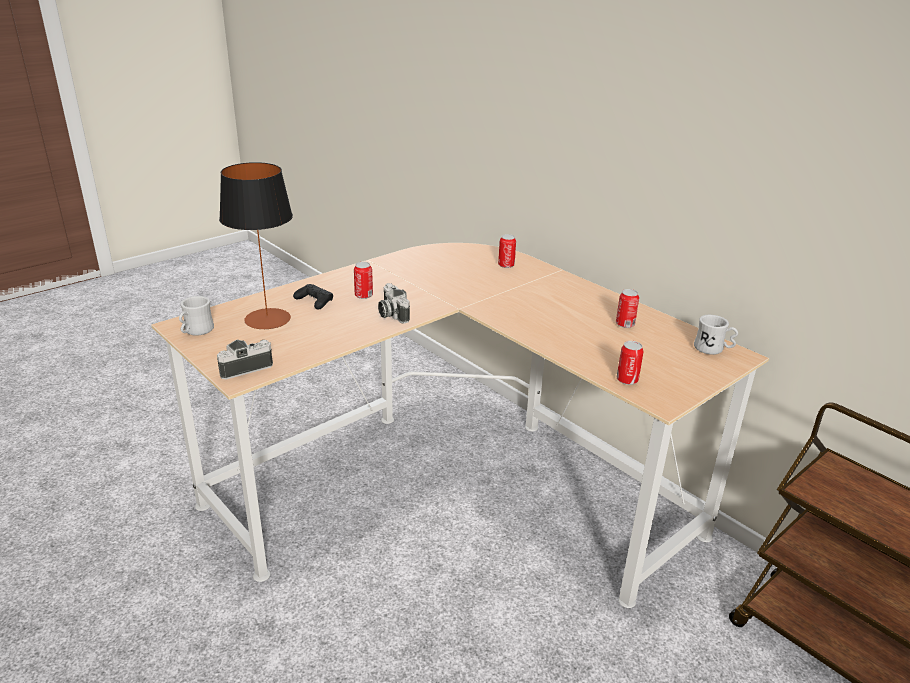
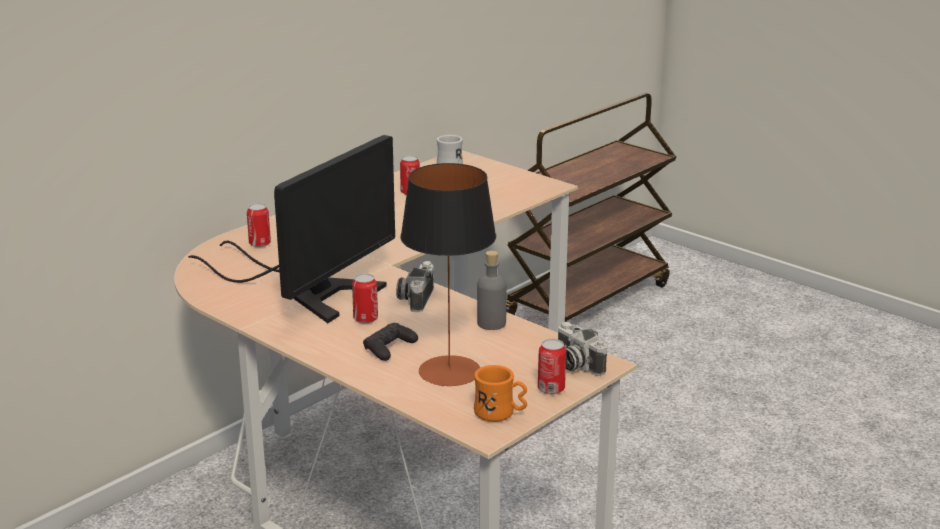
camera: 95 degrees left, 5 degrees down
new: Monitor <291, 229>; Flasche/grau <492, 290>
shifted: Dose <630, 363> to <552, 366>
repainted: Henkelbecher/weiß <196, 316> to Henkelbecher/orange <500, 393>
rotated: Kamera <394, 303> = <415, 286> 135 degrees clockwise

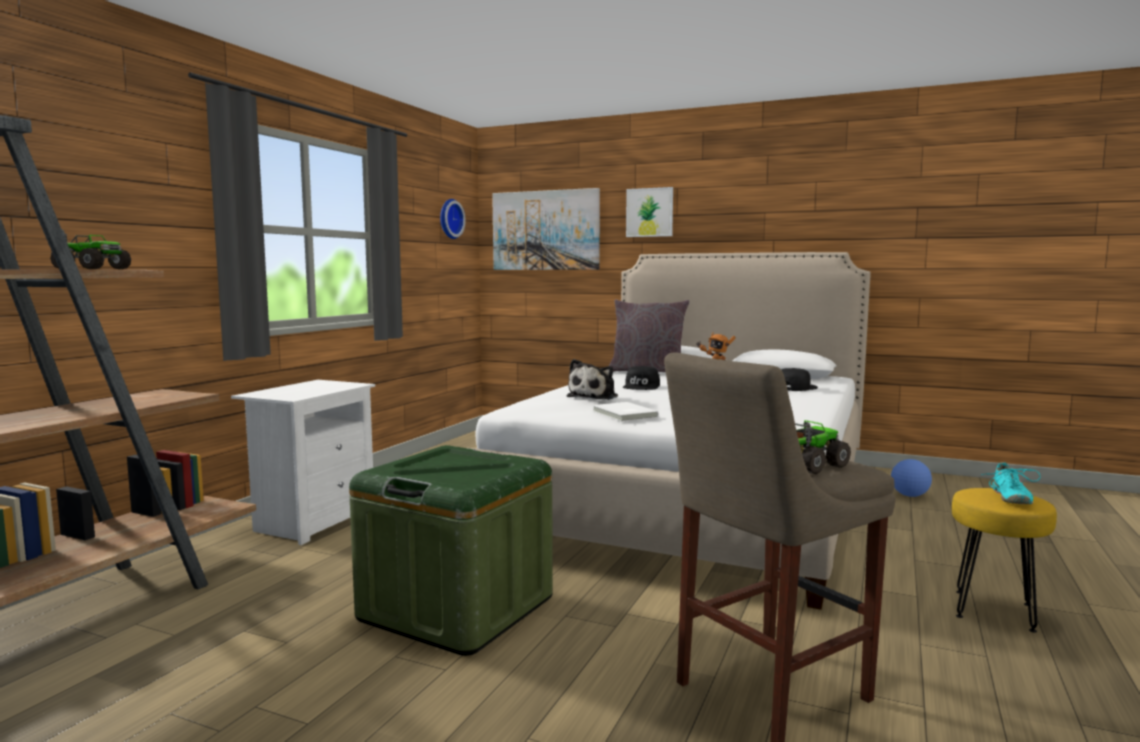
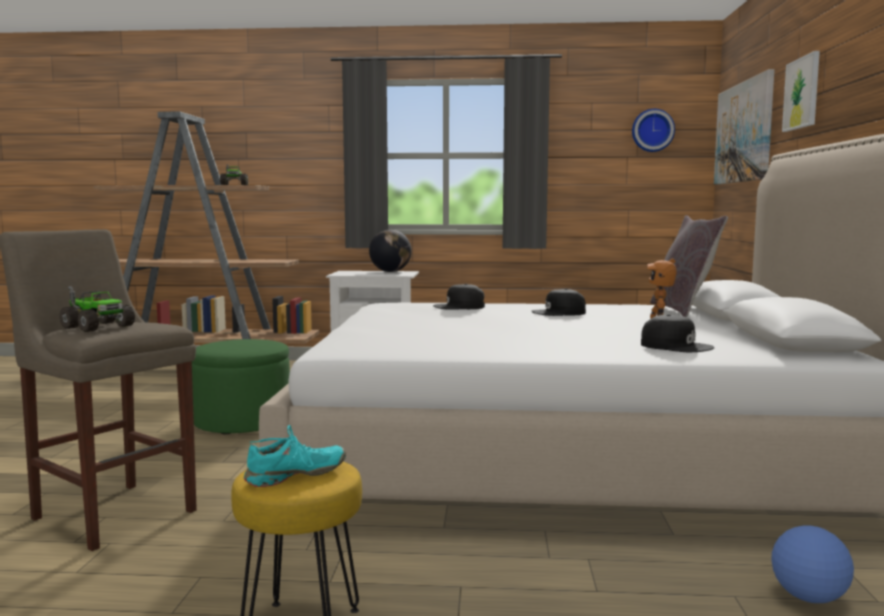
camera: 70 degrees right, 0 degrees up
gone: Buch/weiß <625, 412>
new: Globus <390, 251>
swapped: Aufbewahrungsbox/grün <451, 550> to Polsterhocker/grün <241, 386>; Plüschtier <592, 379> to Kappe/schwarz <459, 297>
rotated: Schuh/türkis <1011, 483> = <295, 456> 150 degrees clockwise

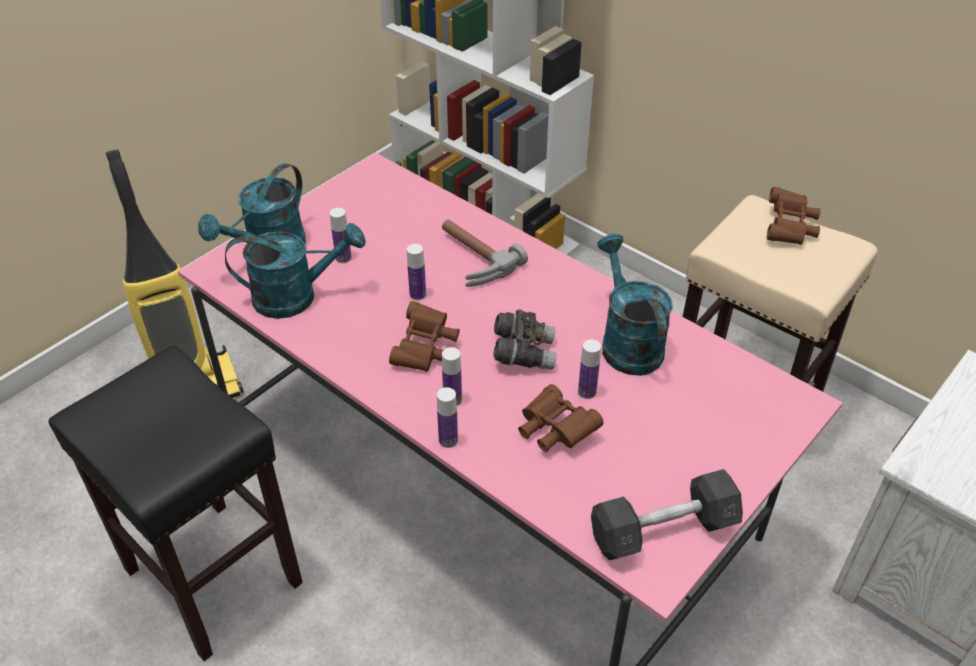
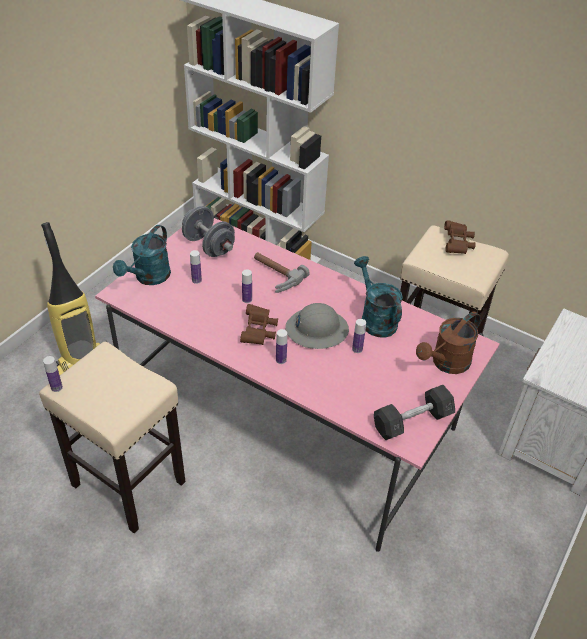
camera: 10 degrees left, 0 degrees up
gone: Gießkanne/türkis <295, 271>; Fernglas/braun <561, 418>
new: Hantel/grau <208, 231>; Gießkanne/braun <448, 342>
shifted: Flasche <447, 417> to <53, 374>
swapped: Fernglas/grau <525, 339> to Schutzhelm/grau <317, 326>
repainted: Hocker/schwarz <175, 503> to Hocker/beige <112, 437>

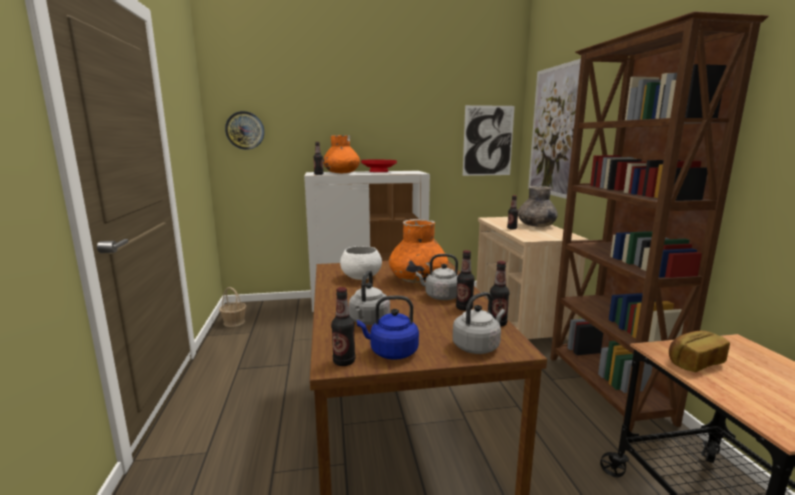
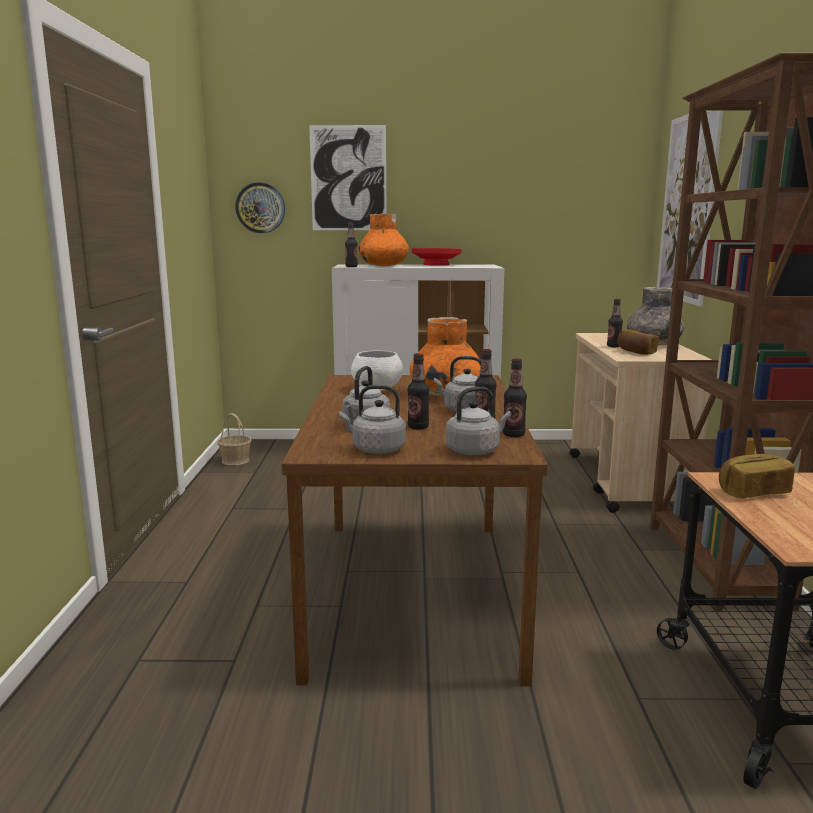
camera: 10 degrees right, 0 degrees up
new: Brot <638, 342>
shifted: Bild <489, 140> to <347, 177>; Flasche <343, 326> to <418, 391>
repainted: Wasserkessel/blau <388, 328> to Wasserkessel/grau <372, 419>

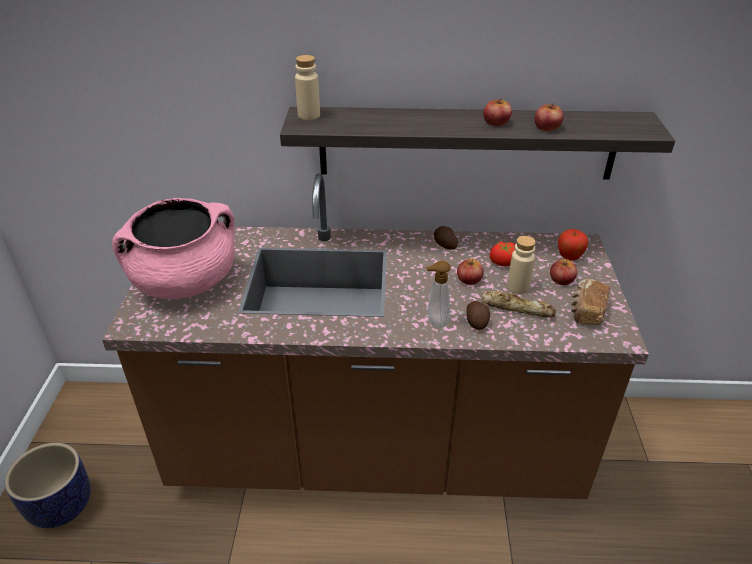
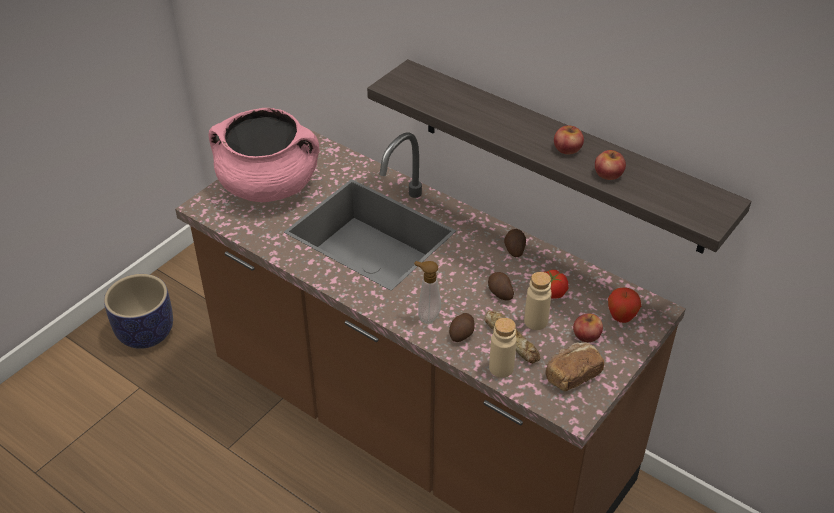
camera: 35 degrees right, 5 degrees up
shifted: Flasche/beige <307, 87> to <503, 348>
swapped: Apfel <470, 272> to Kartoffel <501, 286>

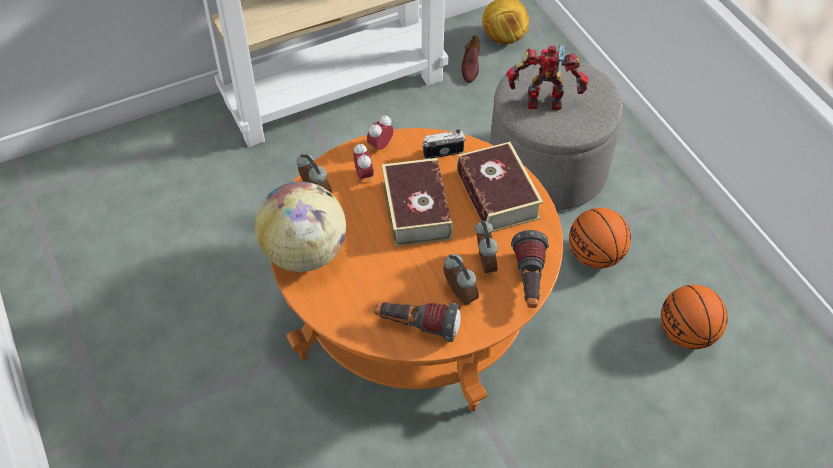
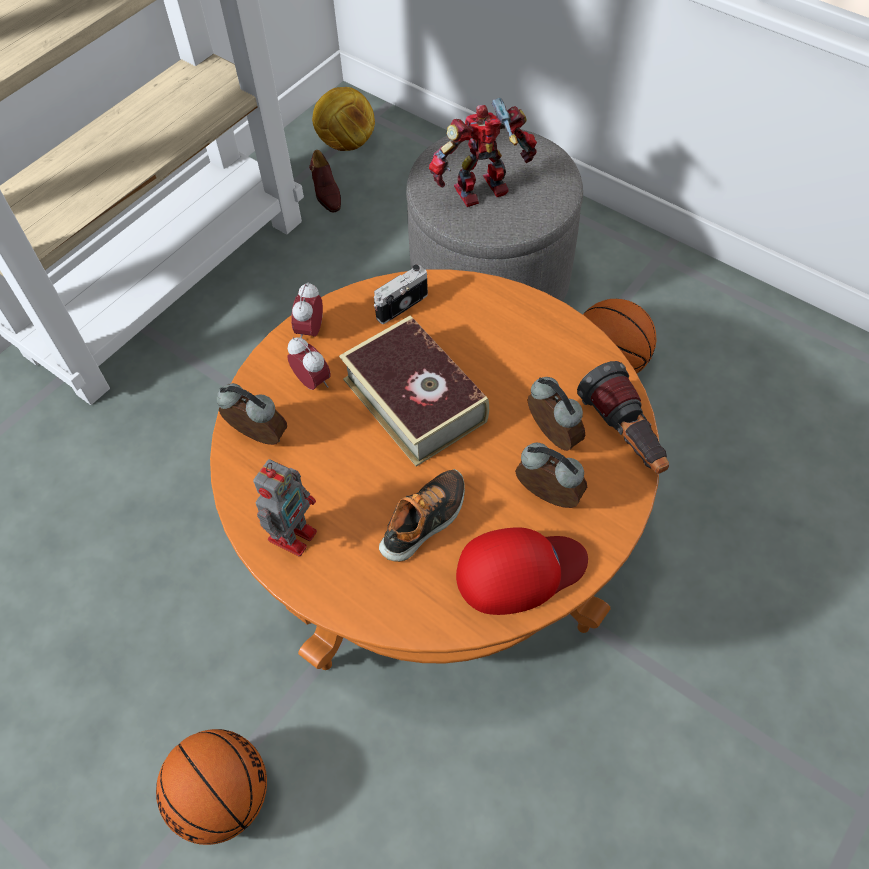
camera: 25 degrees left, 5 degrees up
gone: Buch <500, 187>
new: Schuh <422, 515>
shifted: Basketball <694, 317> to <211, 787>
swapped: Globus <300, 226> to Spielzeugroboter <285, 507>; Taschenlampe <417, 322> to Kappe/rot <522, 571>

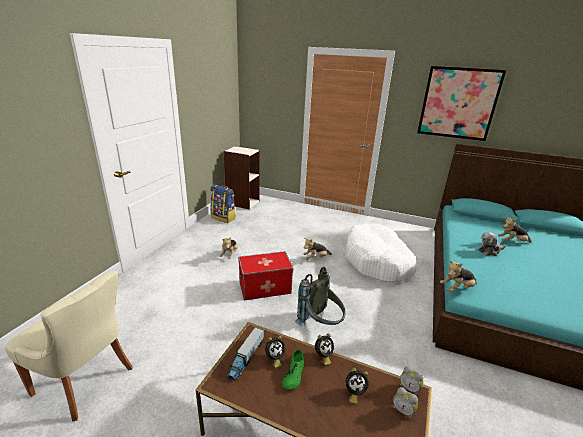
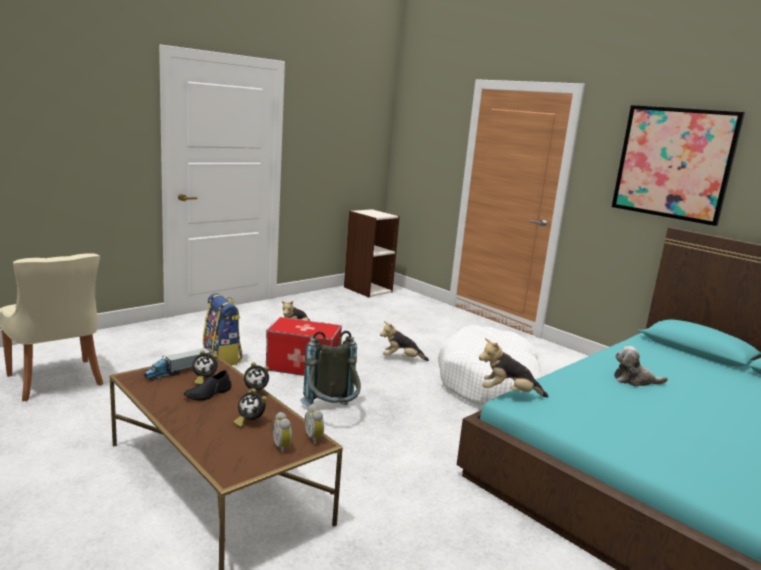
camera: 25 degrees right, 10 degrees down
gone: Plüschtier <514, 229>
shifted: Rucksack <223, 204> to <223, 329>
repainted: Schuh/grün <293, 369> to Schuh/schwarz <207, 385>

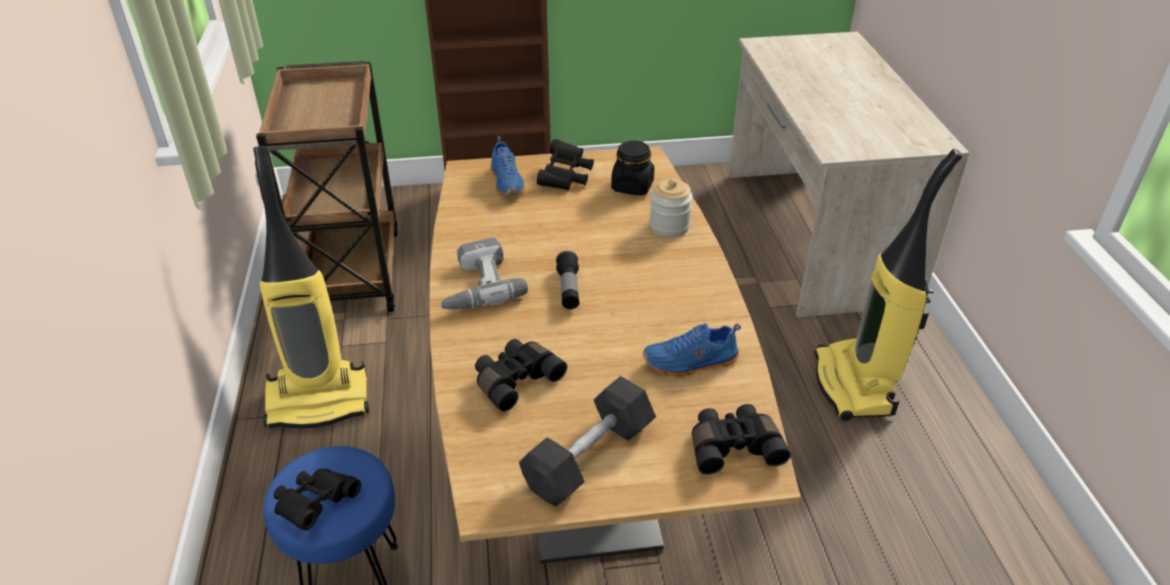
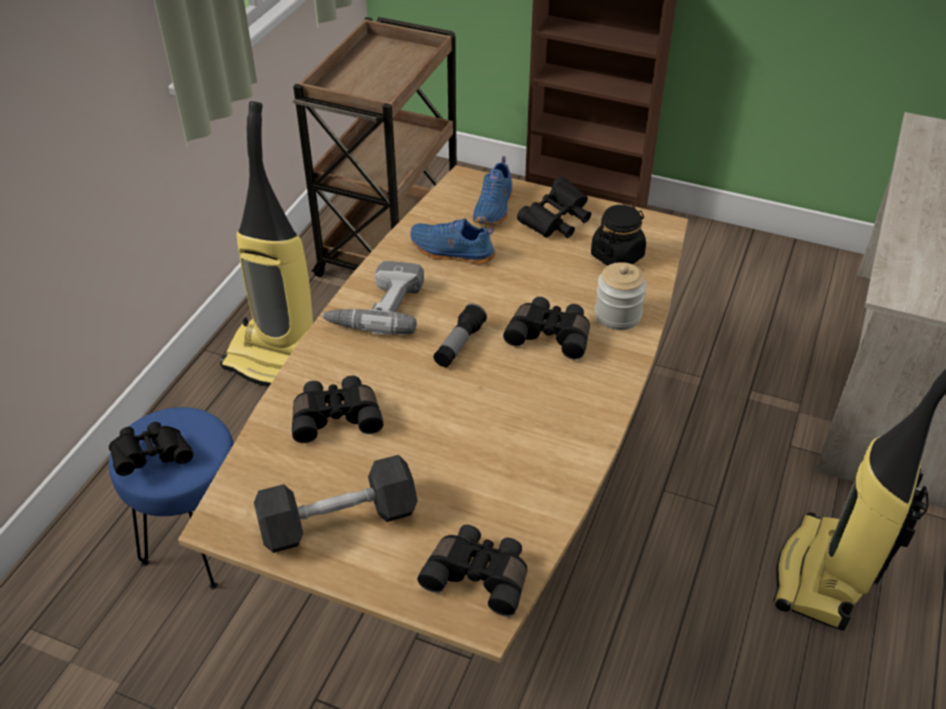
camera: 30 degrees right, 5 degrees up
new: Fernglas/schwarz <546, 328>
shifted: Schuh/blau <692, 350> to <452, 241>

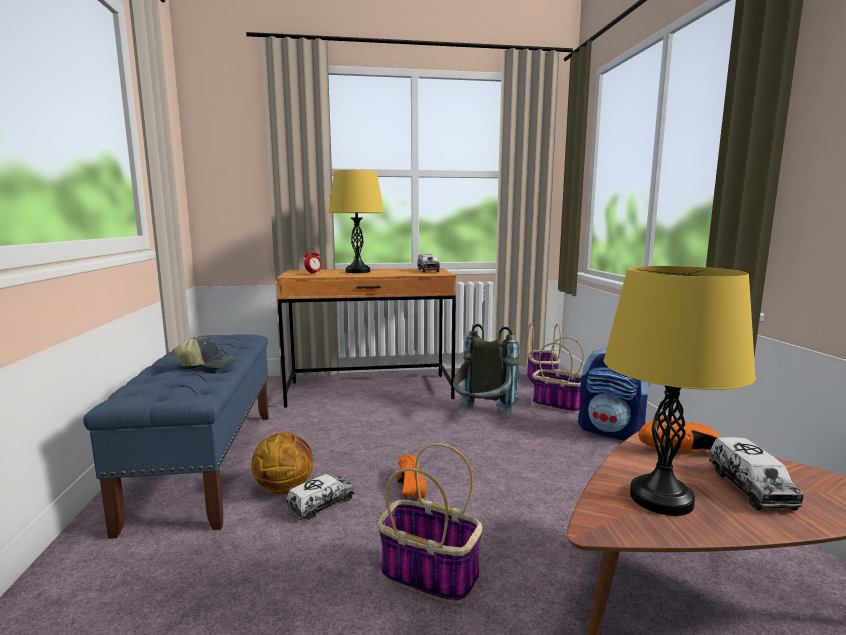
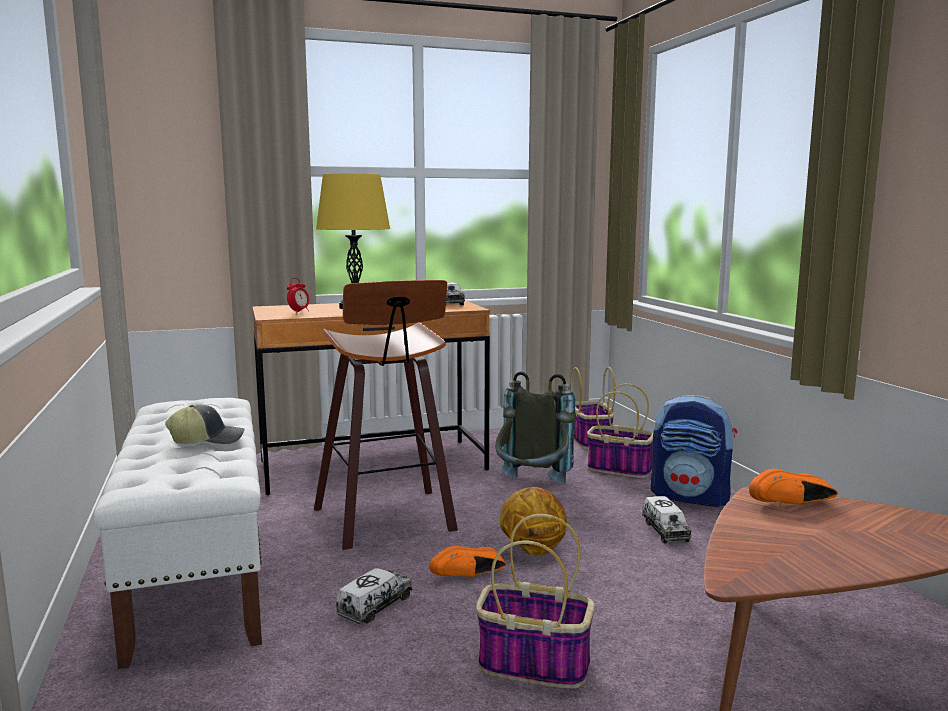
camera: 10 degrees left, 0 degrees up
gone: Tischlampe/gelb <680, 391>
new: Hocker <386, 415>
shifted: Basketball <282, 463> to <533, 521>; Spielzeuglaster <756, 474> to <666, 519>
repainted: Bank/blau <176, 436> to Bank/weiß <178, 533>
rotated: Schuh/orange <411, 476> = <467, 561> 90 degrees counterclockwise

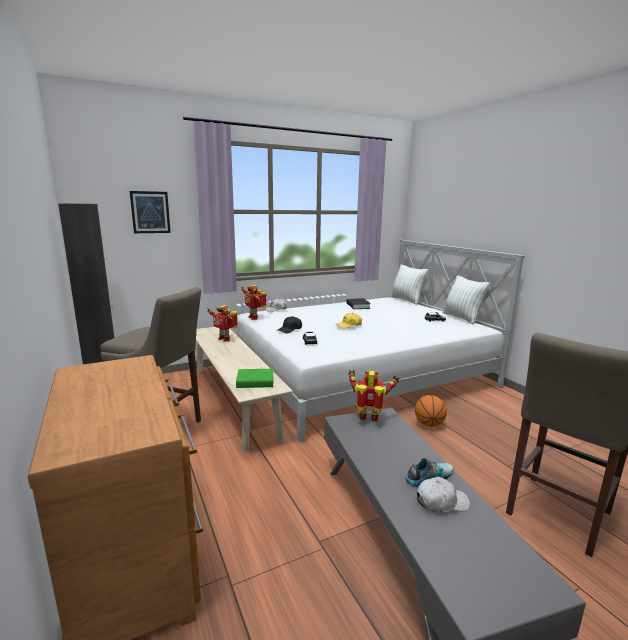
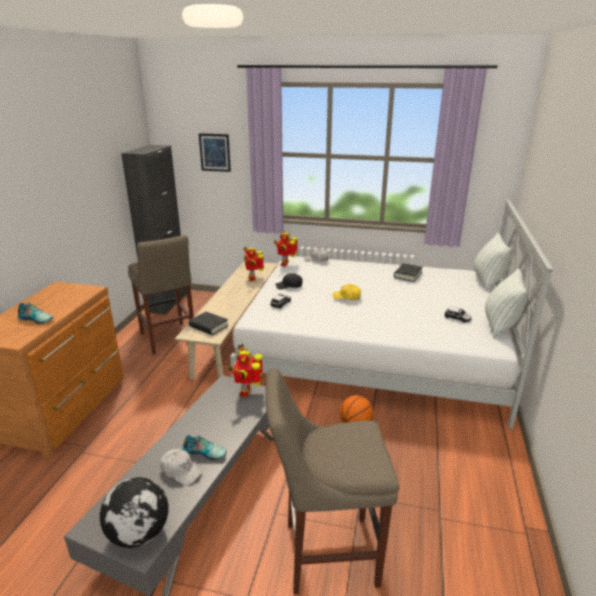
camera: 40 degrees right, 10 degrees up
new: Schuh <35, 313>; Globus <134, 512>
repainted: Buch/grün <254, 378> to Buch/schwarz <209, 323>
rotated: Spielzeugroboter <373, 395> = <245, 370> 135 degrees counterclockwise

